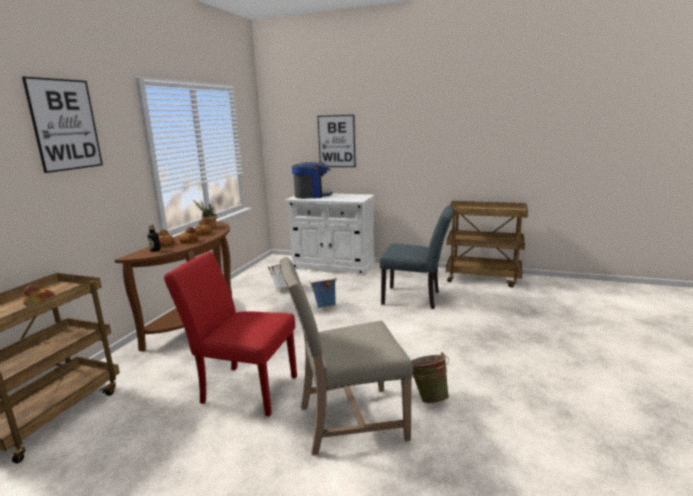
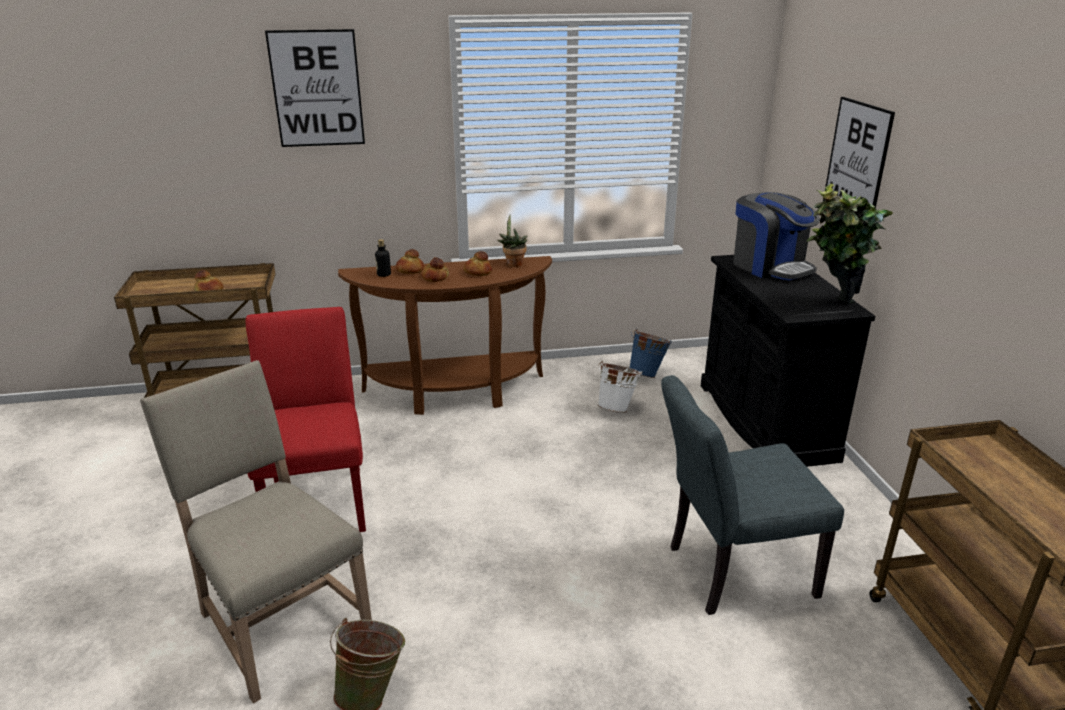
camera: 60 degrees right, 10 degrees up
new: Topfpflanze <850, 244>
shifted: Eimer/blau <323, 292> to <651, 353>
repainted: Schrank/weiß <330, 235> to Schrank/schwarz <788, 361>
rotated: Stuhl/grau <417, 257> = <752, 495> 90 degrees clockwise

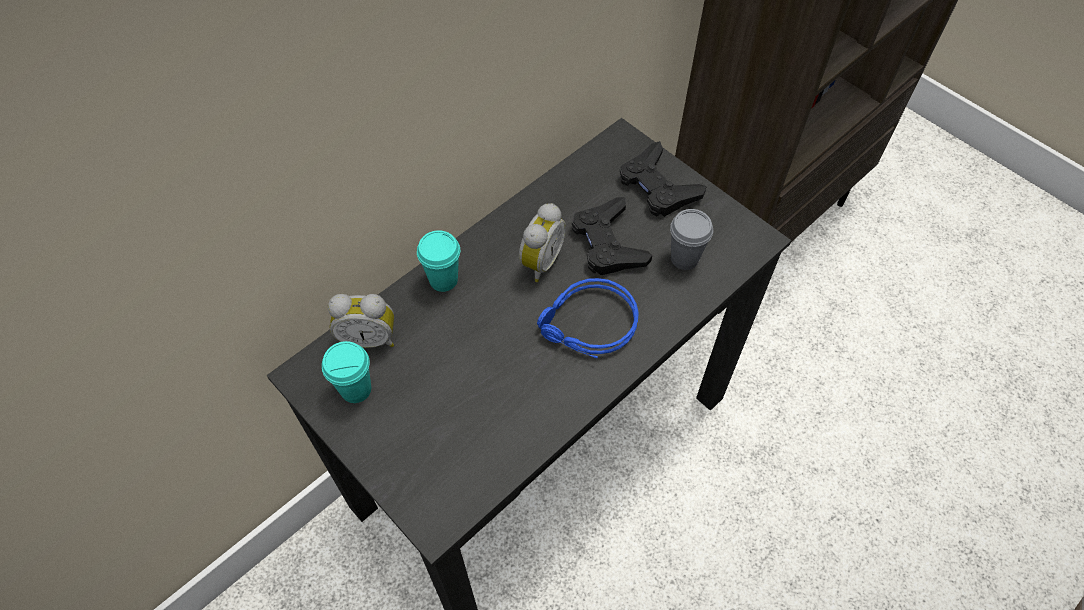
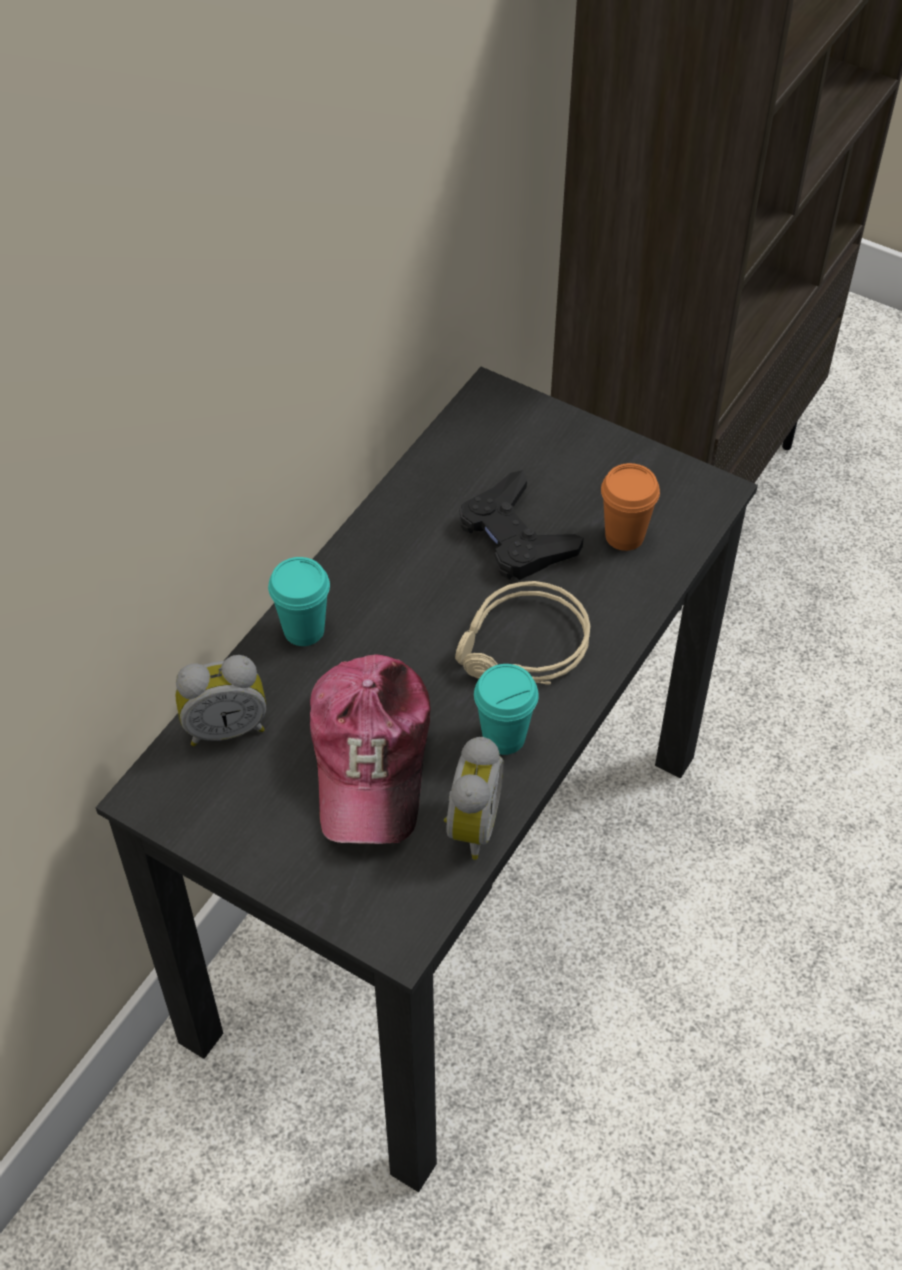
camera: 15 degrees left, 5 degrees down
gone: Gamepad/schwarz <663, 179>
new: Kappe <370, 749>
shifted: Wecker <542, 242> to <474, 798>; Tasse/türkis <346, 372> to <506, 709>
repainted: Kopfhörer/blau <588, 318> to Kopfhörer/beige <522, 633>; Tasse/grau <691, 239> to Tasse/orange <630, 507>

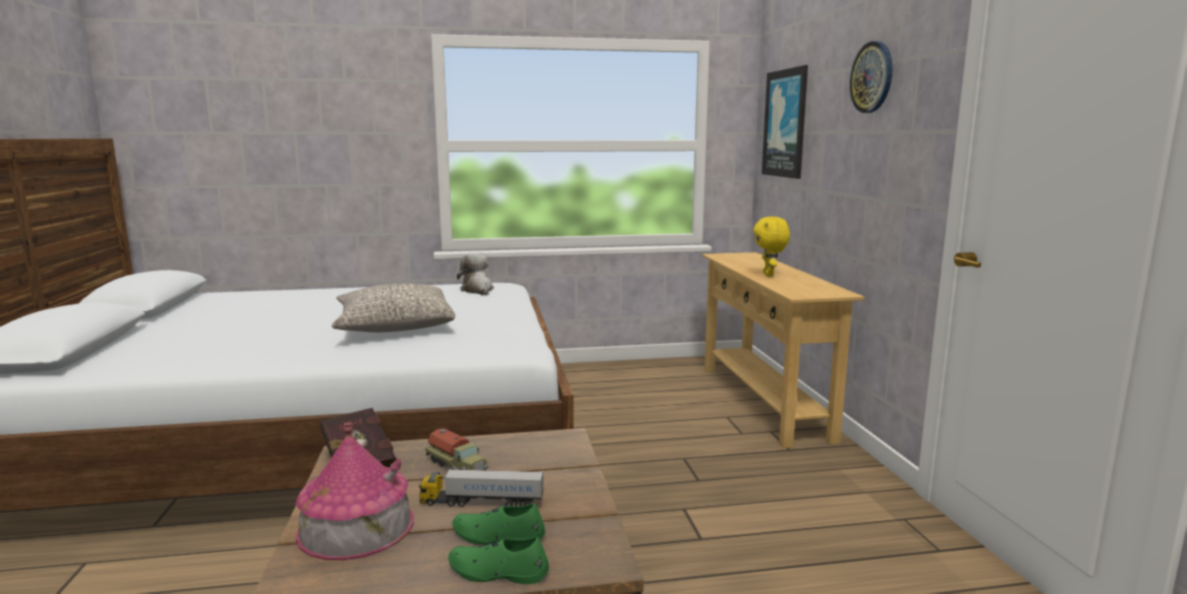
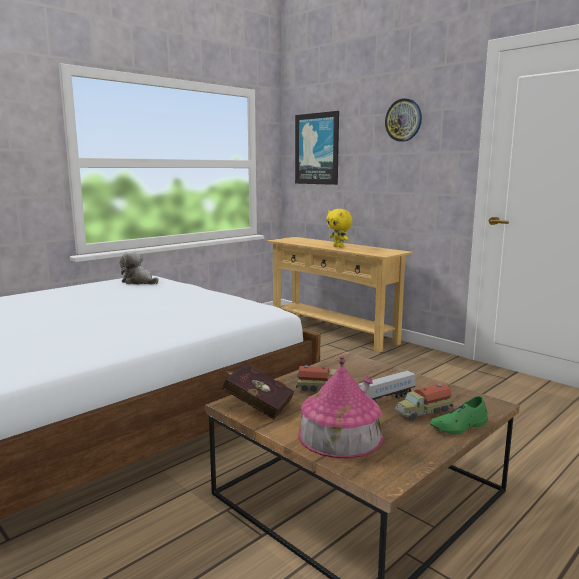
camera: 35 degrees left, 0 degrees up
gone: Kissen/grau <393, 308>
swapped: Schuh/grün <498, 524> to Spielzeuglaster <424, 402>

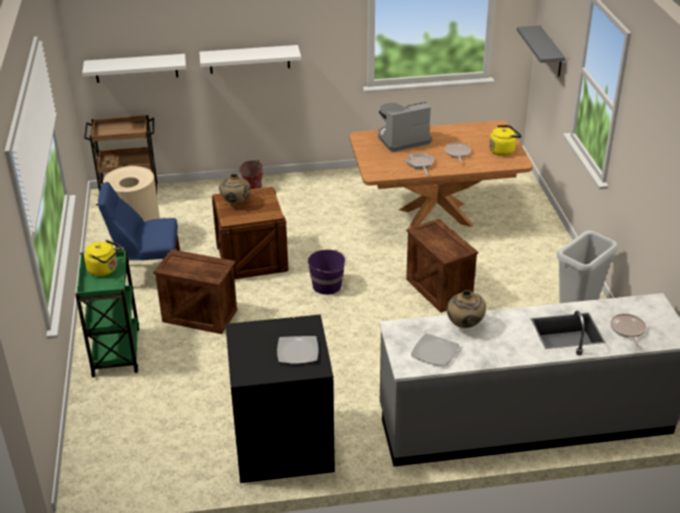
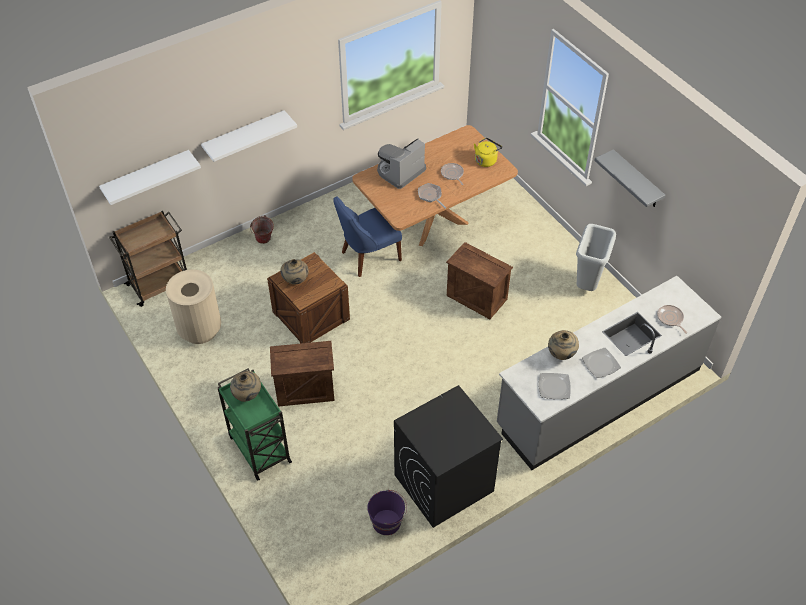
camera: 25 degrees left, 15 degrees up
shifted: Stuhl/blau <139, 231> to <367, 236>; Eimer/lila <327, 272> to <387, 512>; Teller <298, 350> to <601, 363>; Wandregal/grau <541, 51> to <630, 178>
swapped: Wasserkessel/gelb <102, 258> to Vase/beige <245, 386>

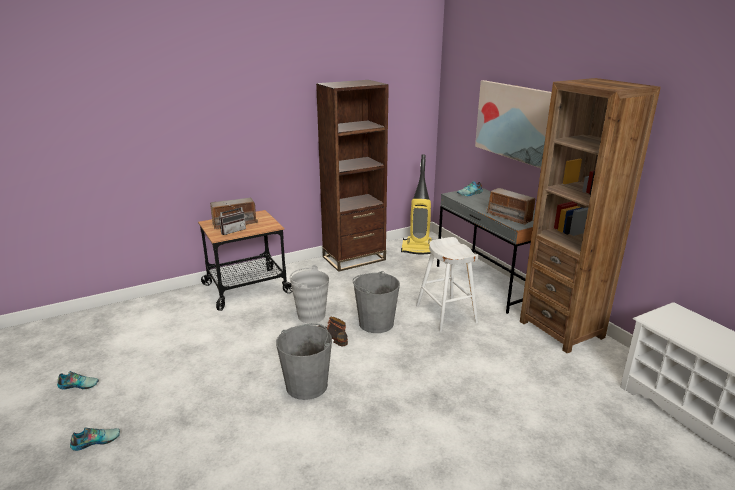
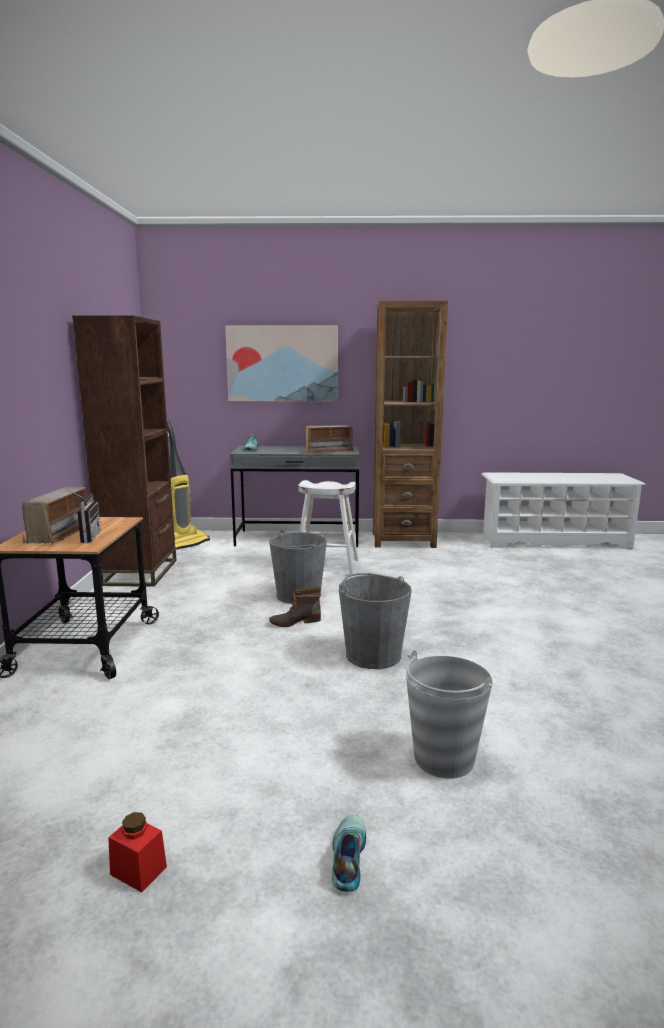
camera: 60 degrees left, 10 degrees down
shifted: Eimer/grau <309, 294> to <449, 714>
swapped: Schuh <78, 380> to Vorratsglas/rot <137, 852>

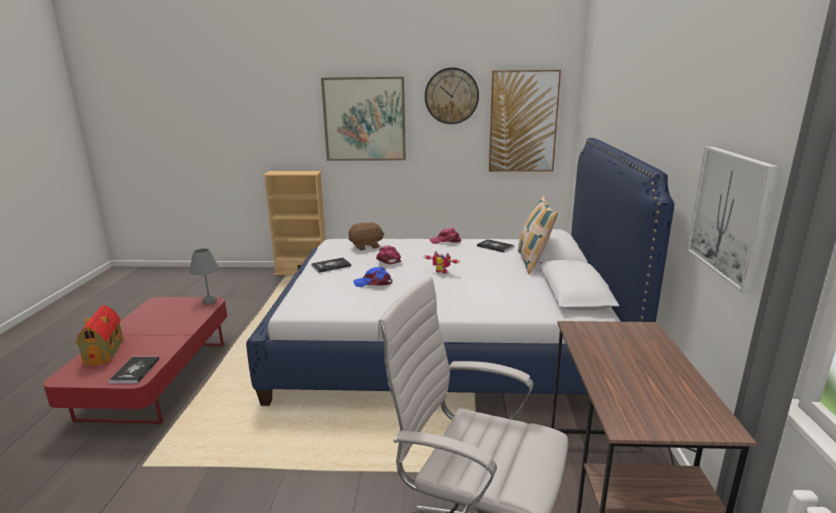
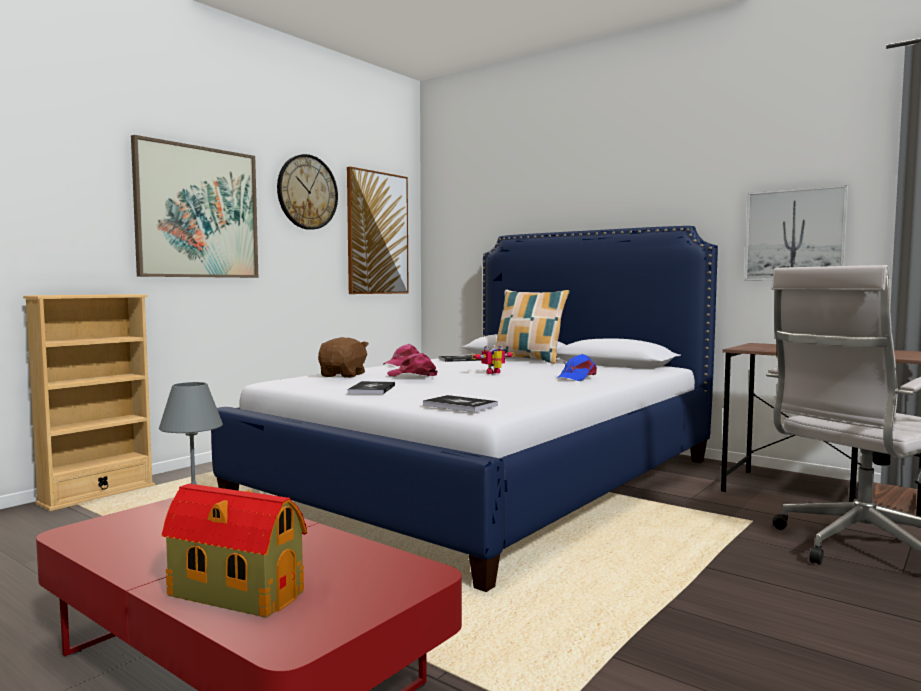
camera: 55 degrees left, 15 degrees down
shifted: Buch <134, 370> to <460, 403>; Kappe/blau <372, 277> to <577, 367>

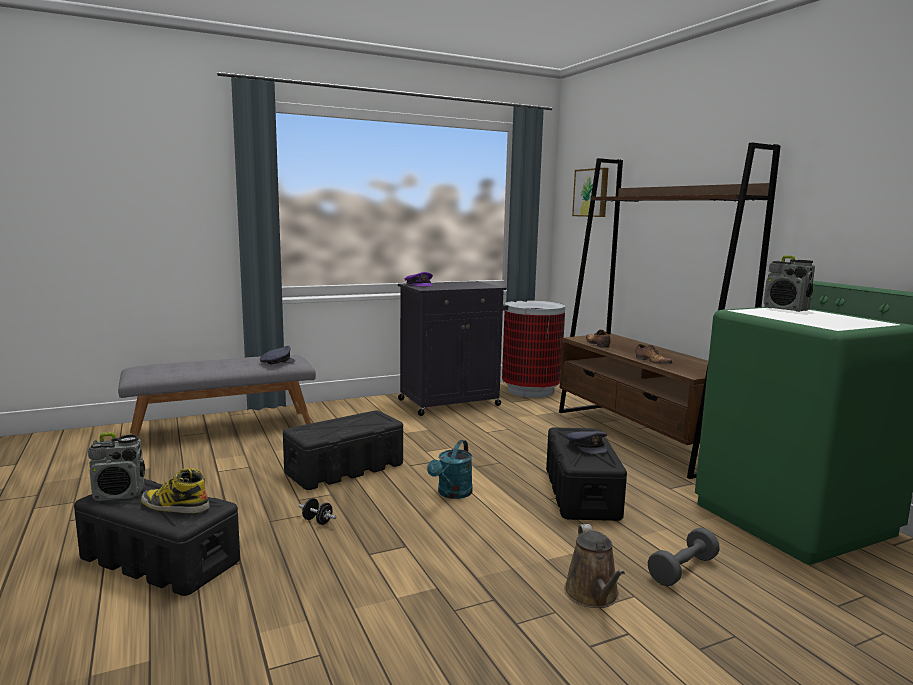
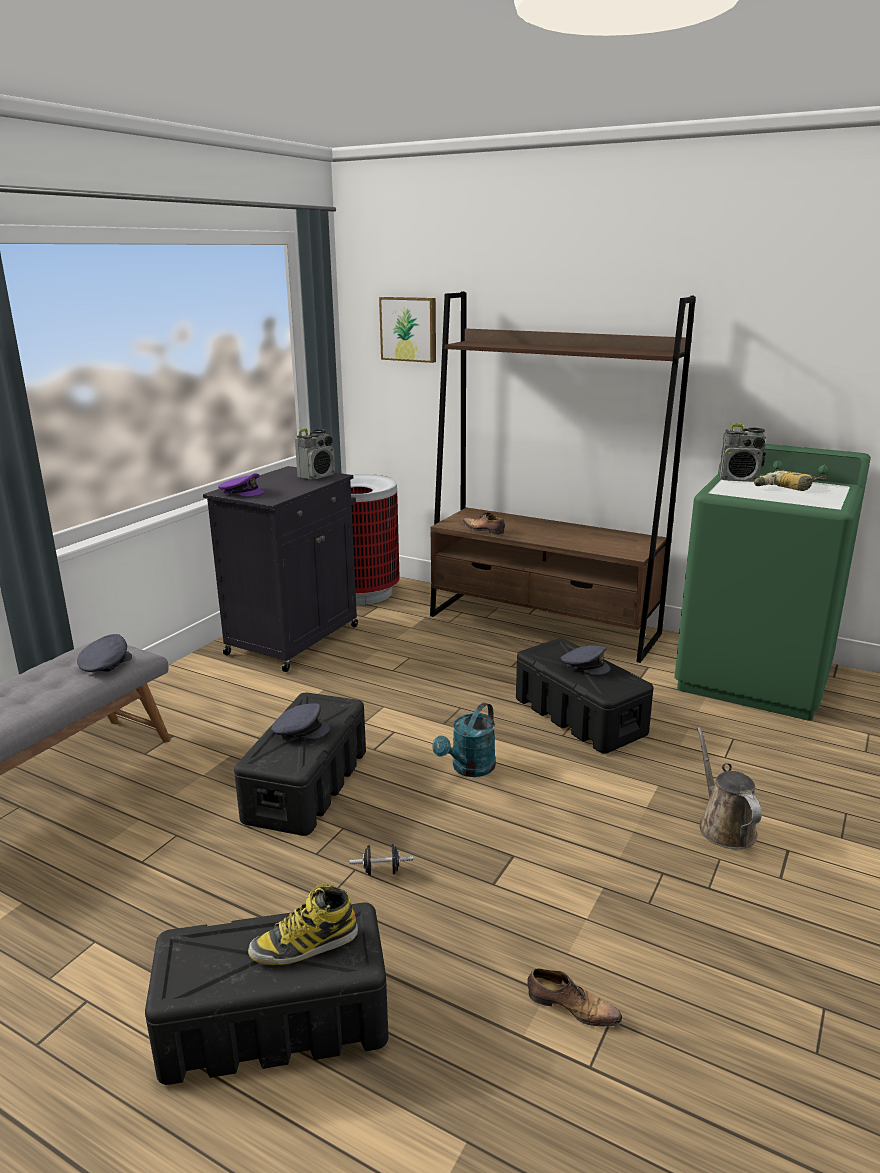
camera: 35 degrees left, 10 degrees up
gone: Hantel/grau <684, 557>
new: Kappe/grau <300, 721>; Bohrmaschine <791, 480>
shifted: Radio <116, 466> to <315, 454>; Schuh <654, 354> to <574, 997>
rotated: Gießkanne/türkis <449, 469> = <464, 739> 45 degrees clockwise; Gießkanne/braun <594, 566> = <729, 788> 150 degrees counterclockwise

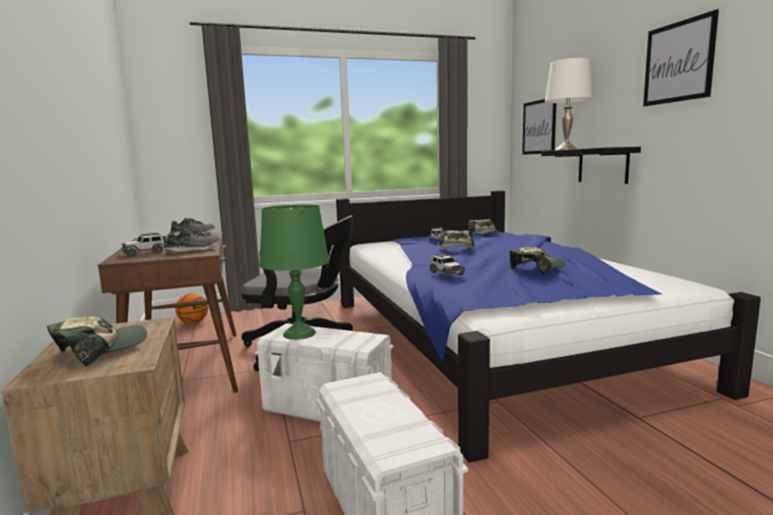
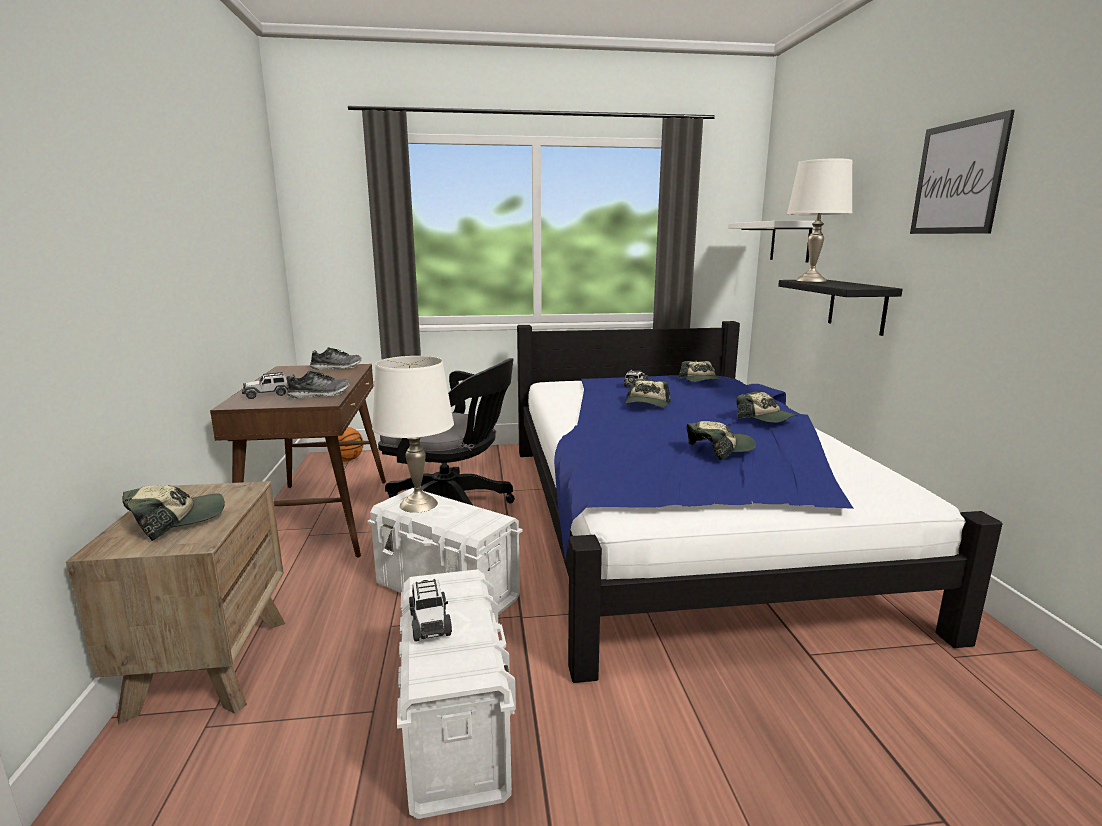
camera: 10 degrees right, 5 degrees up
new: Kappe <767, 407>
shifted: Spielzeugauto <447, 265> to <430, 610>
swapped: Bild <539, 127> to Wandregal/weiß <771, 242>
repainted: Tischlampe/grün <294, 272> to Tischlampe/weiß <413, 434>

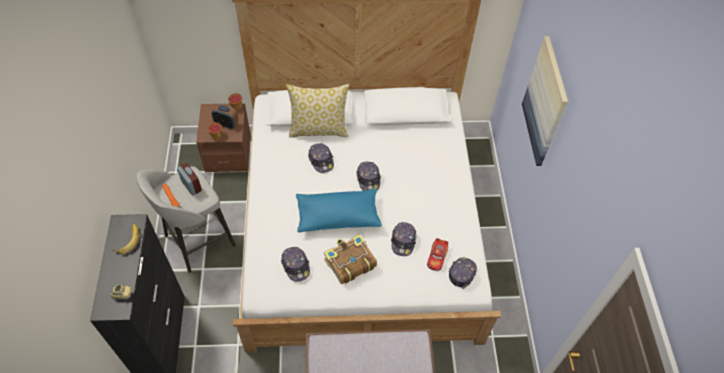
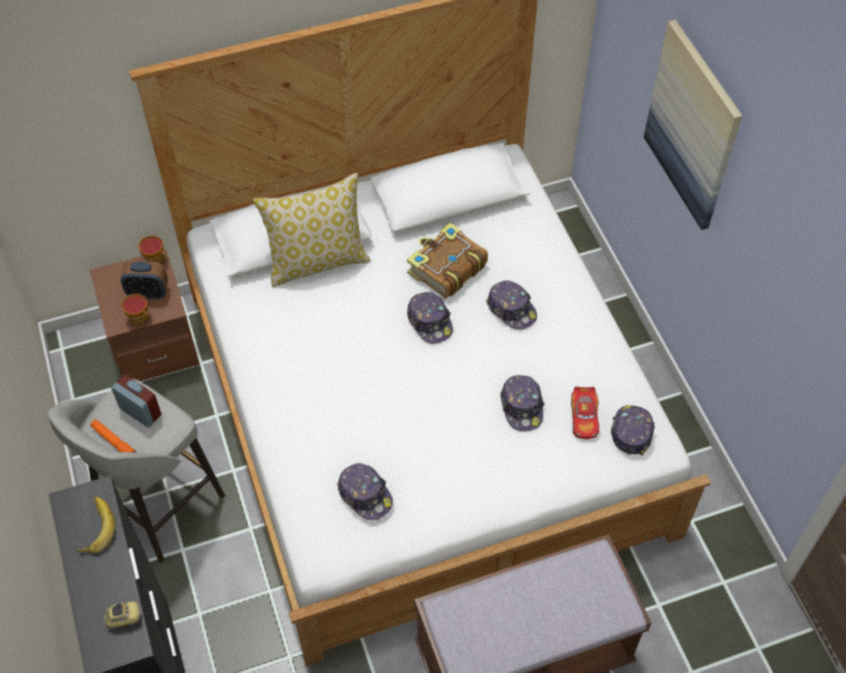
camera: 15 degrees left, 0 degrees up
gone: Kissen/blau <339, 210>
shifted: Buch <350, 259> to <447, 261>; Kappe <321, 158> to <511, 305>

